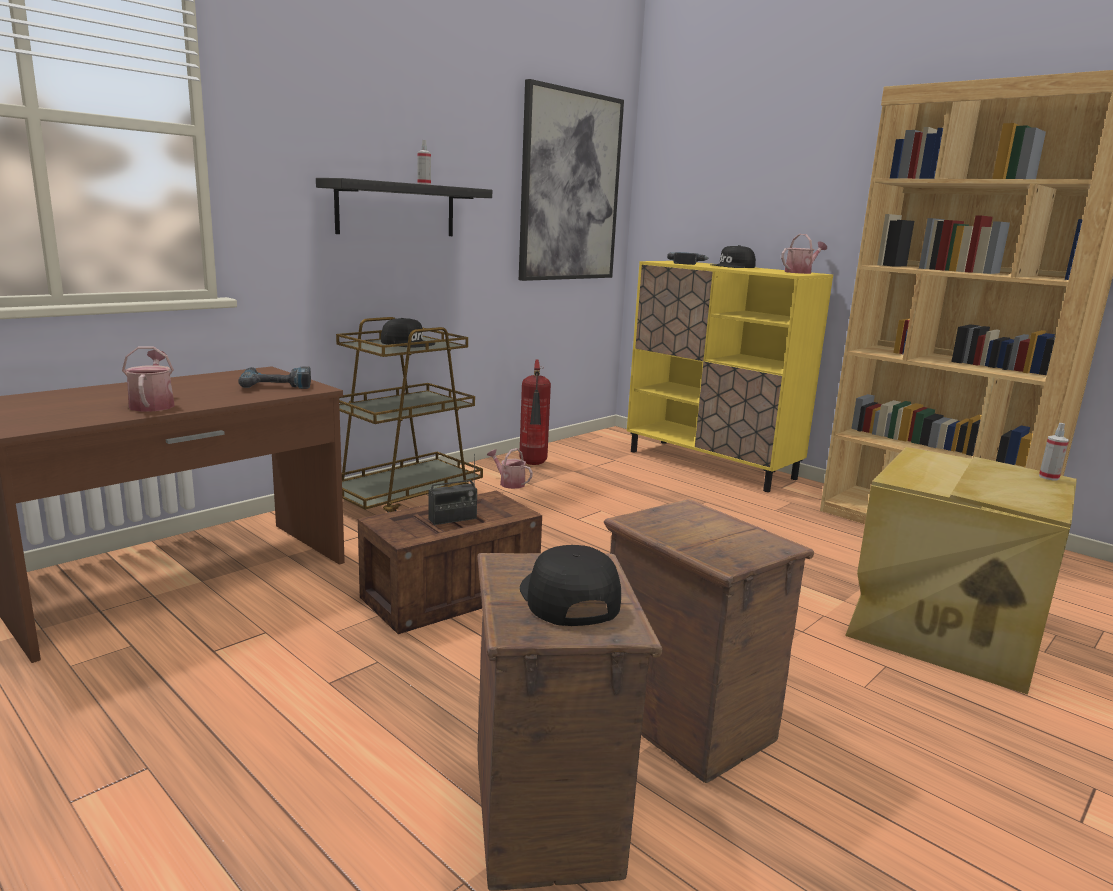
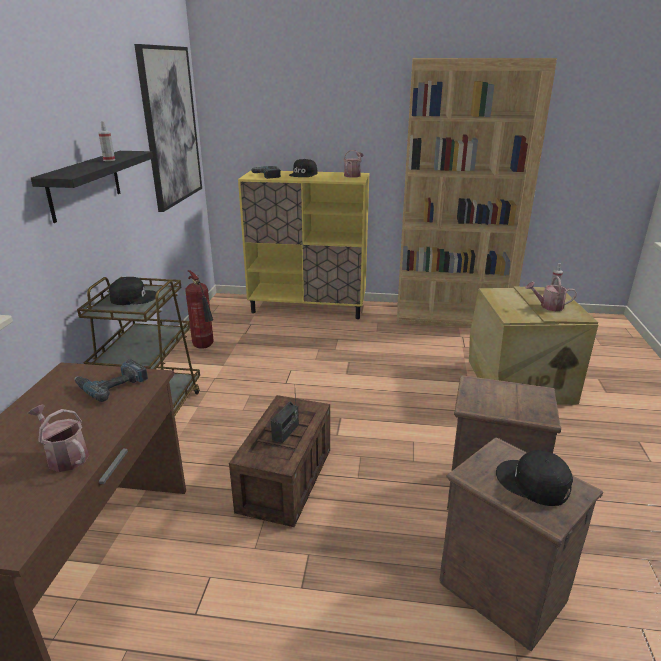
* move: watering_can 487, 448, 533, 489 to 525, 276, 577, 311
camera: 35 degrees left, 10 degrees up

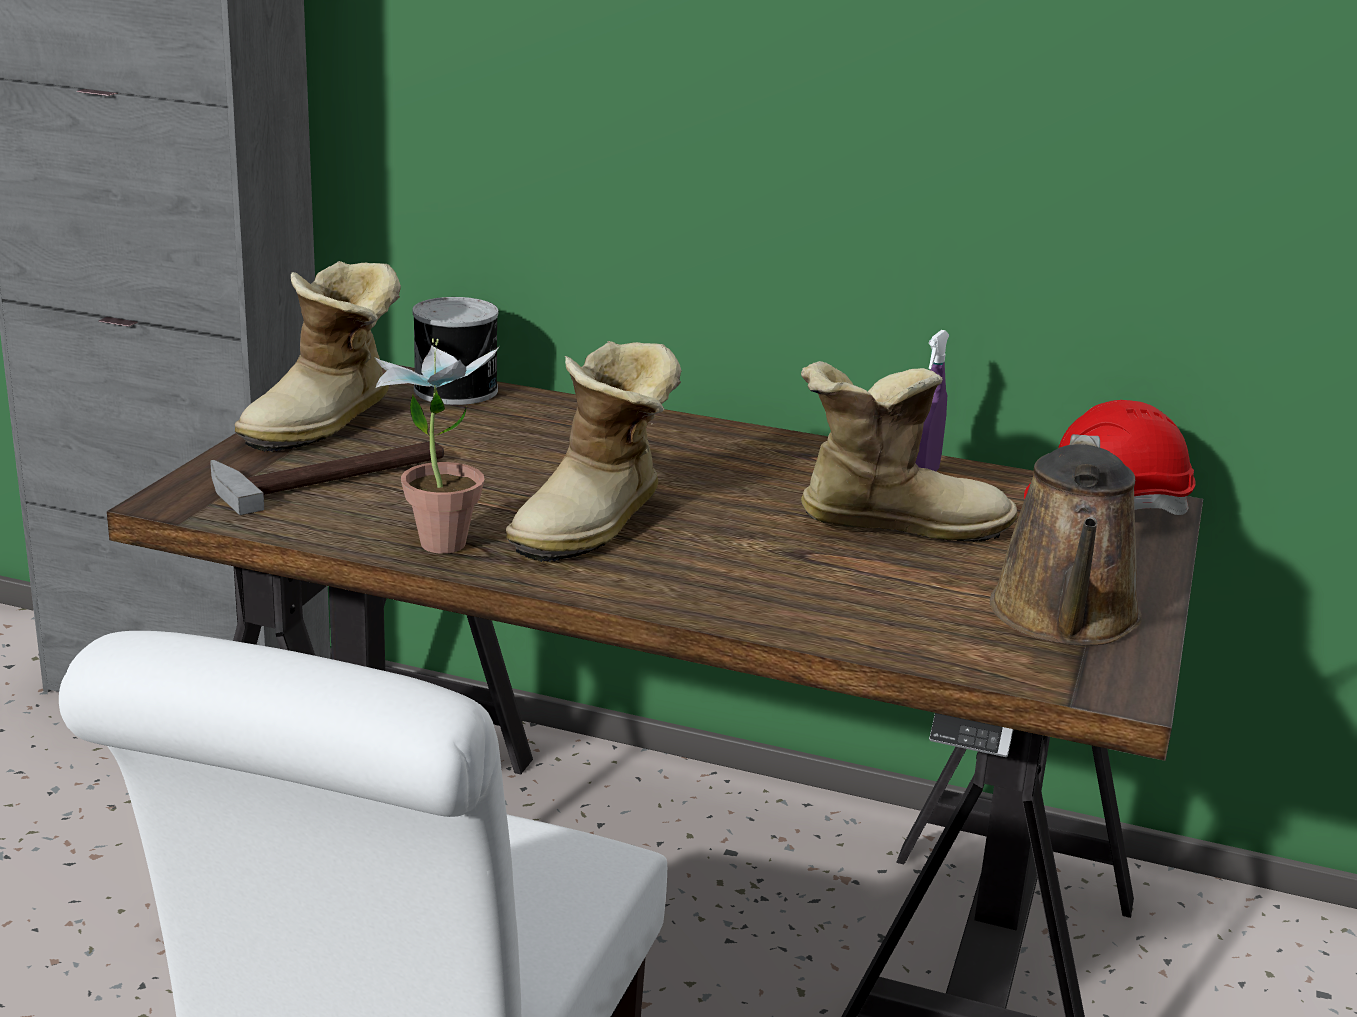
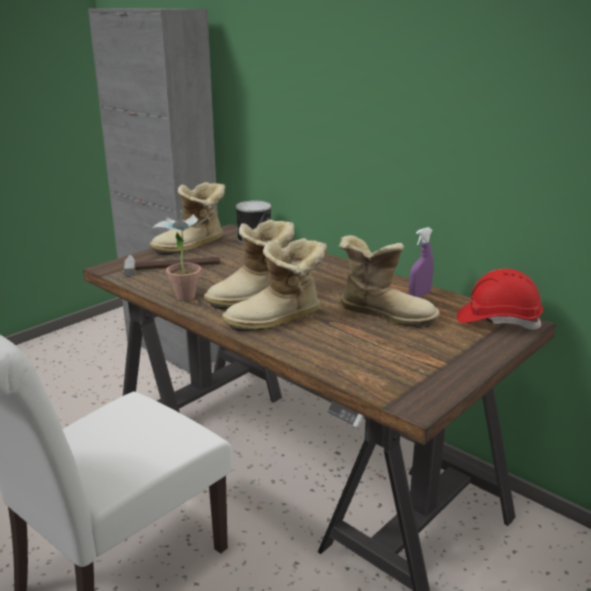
* delete: brown_watering_can 990, 434, 1142, 646
* insert: boot 222, 238, 327, 331
camera: 25 degrees right, 0 degrees up

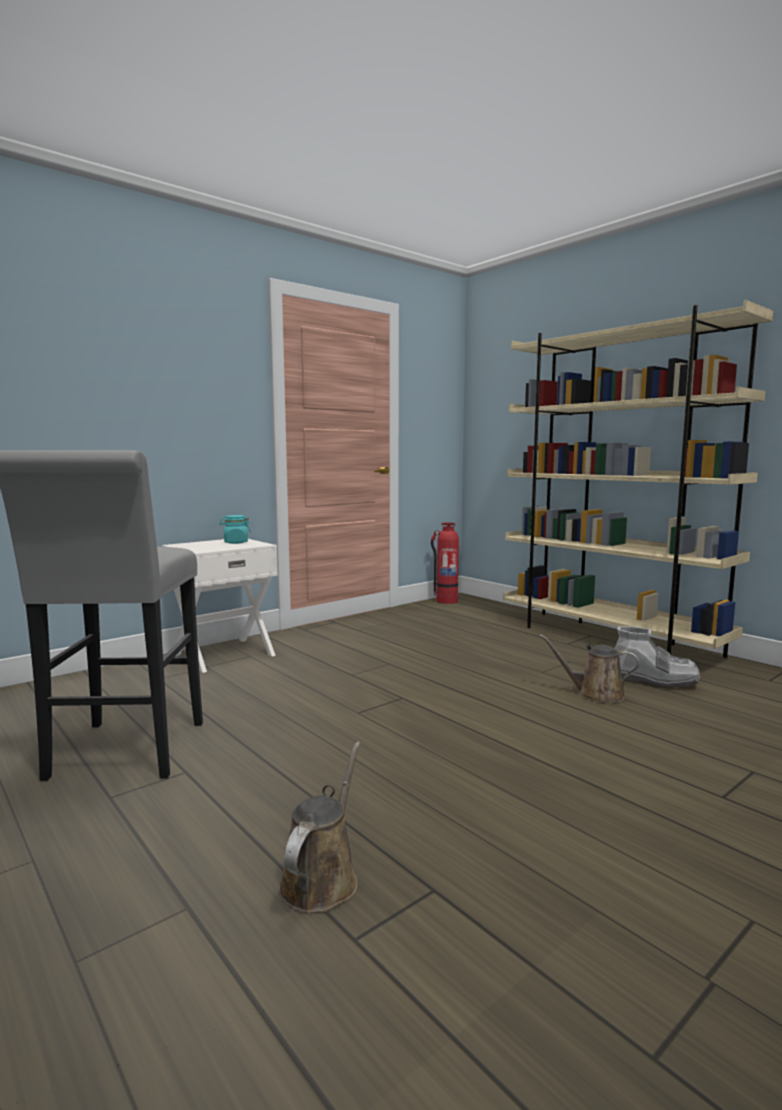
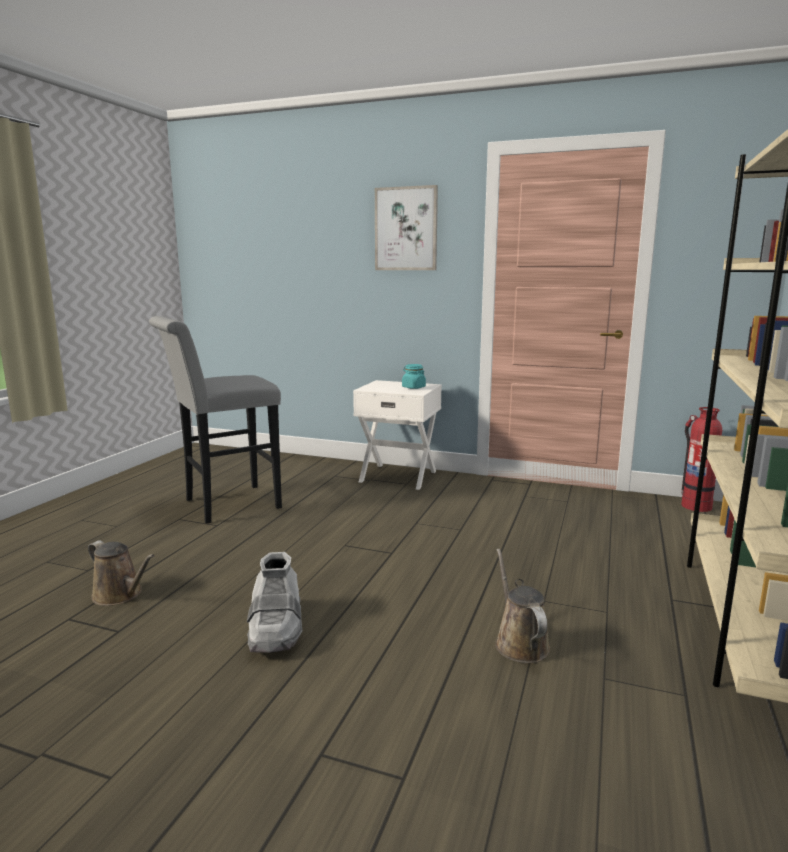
* insert: picture 375, 185, 438, 270
* move: grey_boot 614, 626, 700, 688 to 247, 552, 302, 653
* rotate: brown_watering_can 278, 742, 361, 913 = 88, 541, 155, 606 45 degrees clockwise
camera: 60 degrees right, 5 degrees up

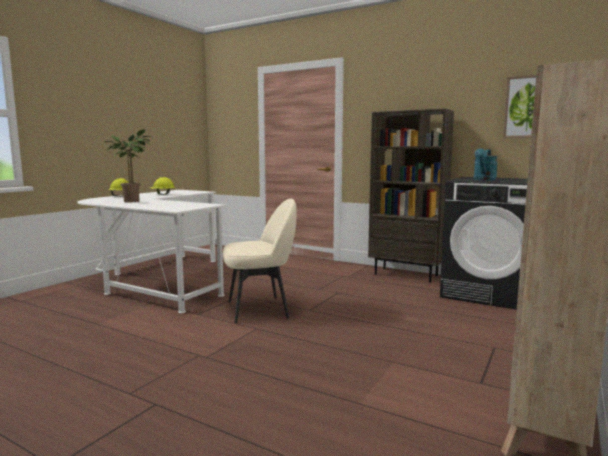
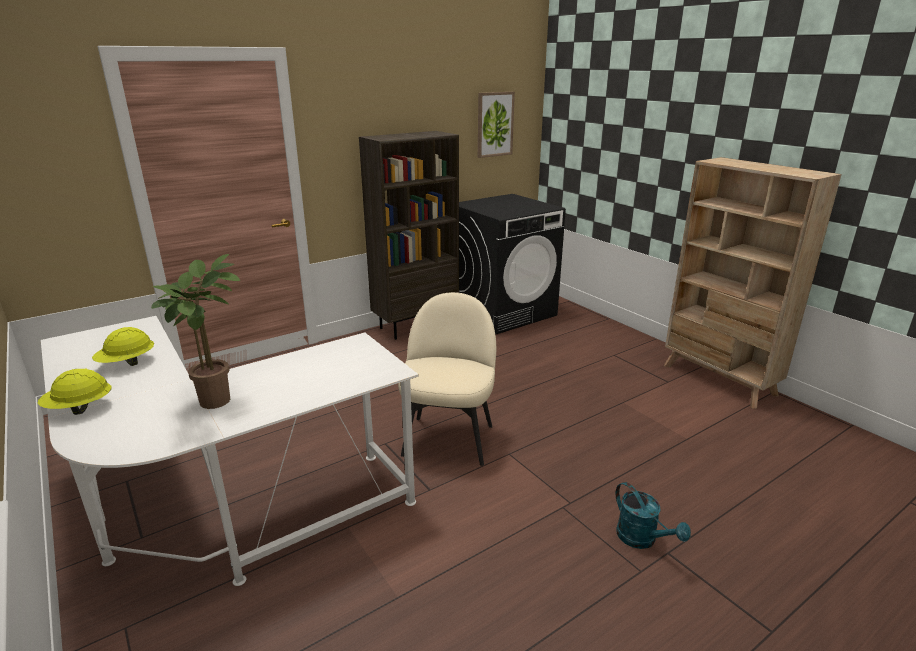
* move: turquoise_watering_can 473, 148, 498, 180 to 615, 482, 691, 549
camera: 65 degrees left, 15 degrees up

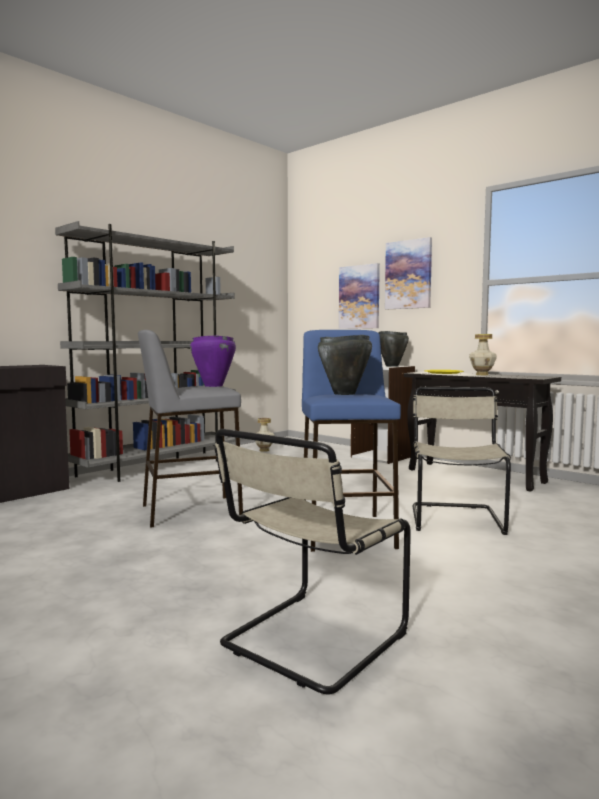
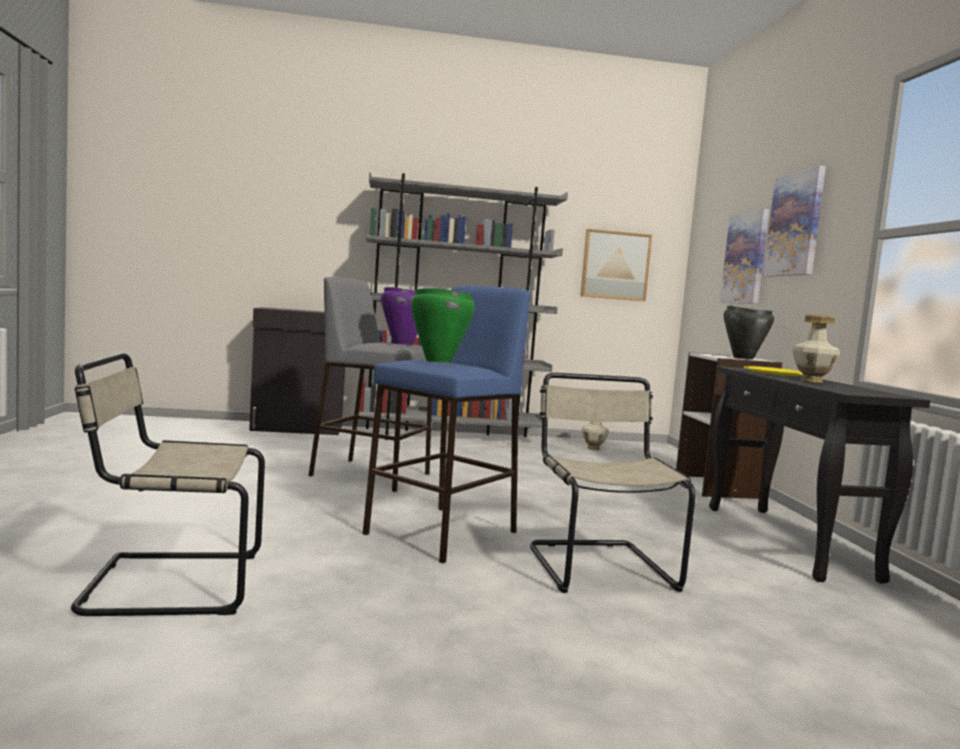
* insert: picture 580, 229, 652, 301
* recolor: black_cooking_pot 318, 335, 372, 395 to green_cooking_pot 410, 288, 475, 363
* rotate: beige_chair 412, 387, 511, 535 = 530, 373, 695, 593 60 degrees counterclockwise
camera: 40 degrees right, 0 degrees up

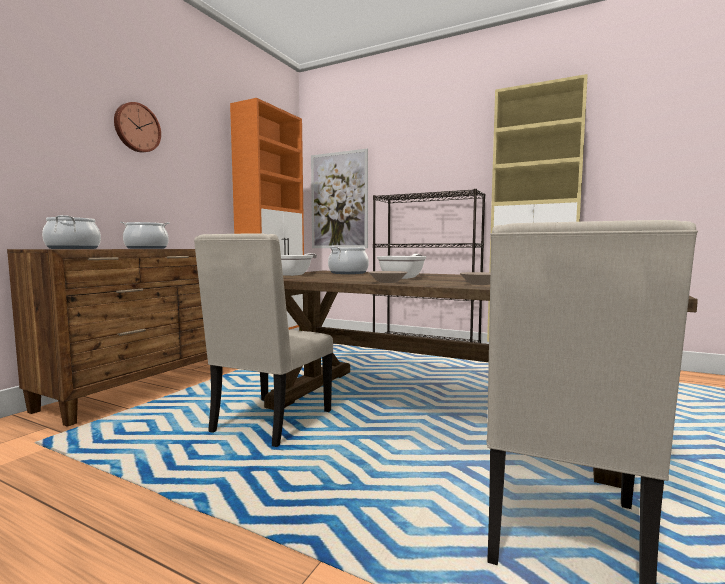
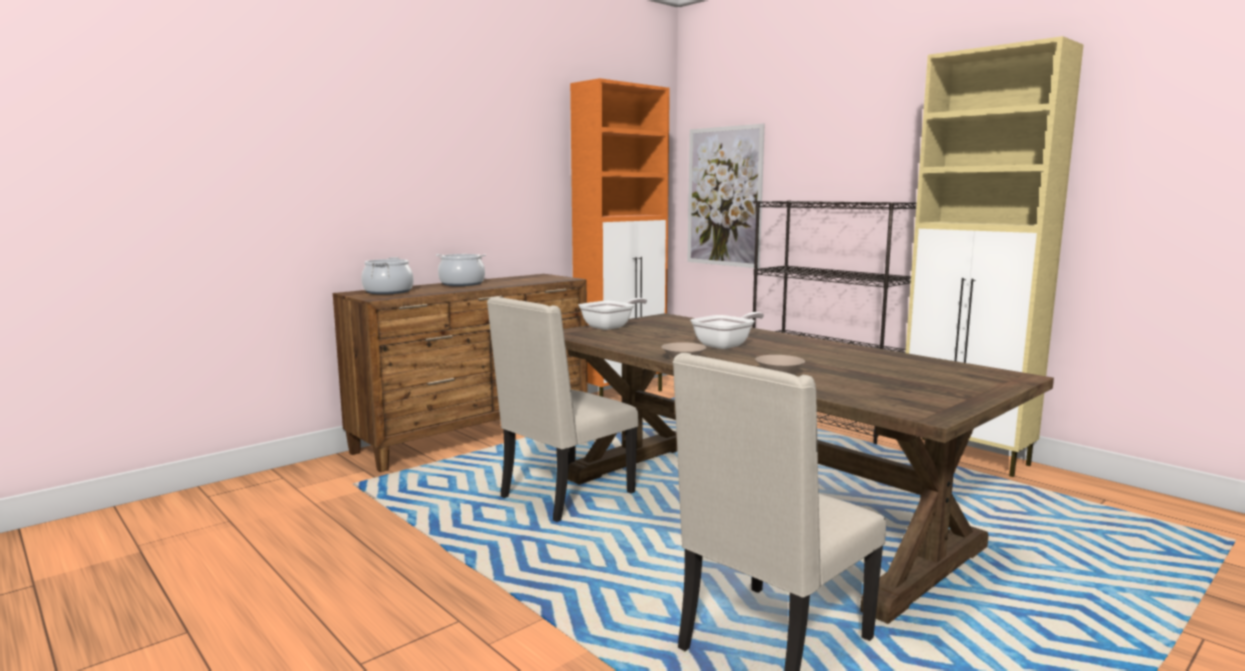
* delete: wall_clock 114, 102, 161, 153
* delete: cooking_pot 328, 247, 369, 274
camera: 20 degrees right, 5 degrees up

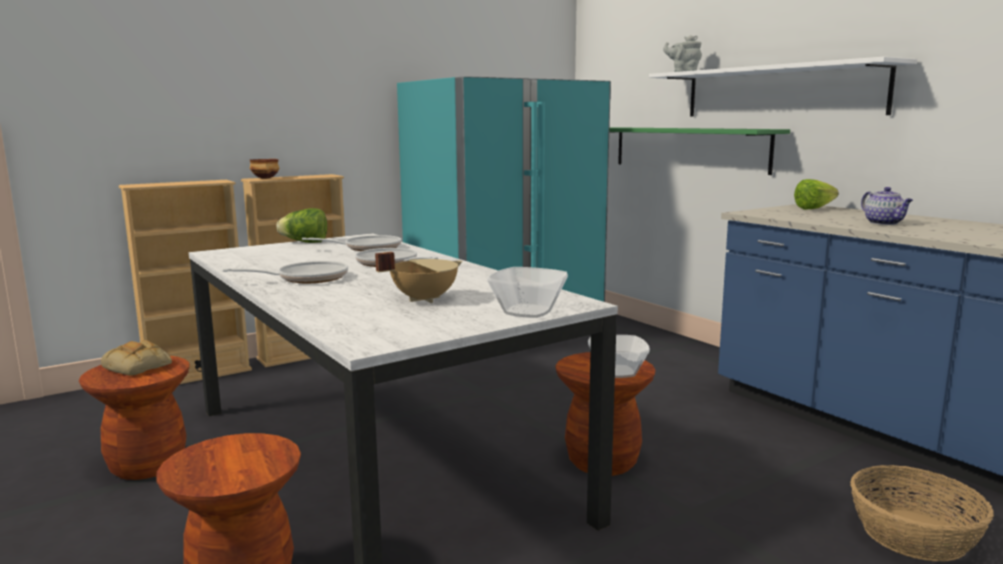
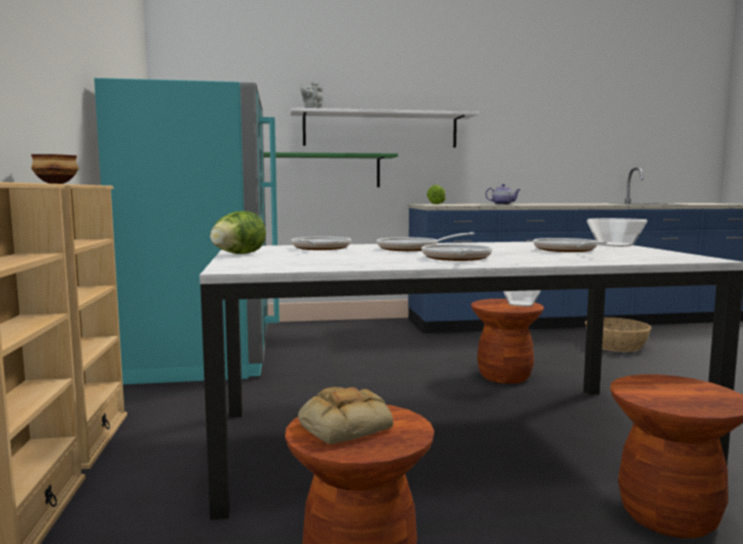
* replace: beige_cooking_pot 375, 252, 462, 303 to frying_pan 533, 238, 607, 252
camera: 65 degrees left, 5 degrees down

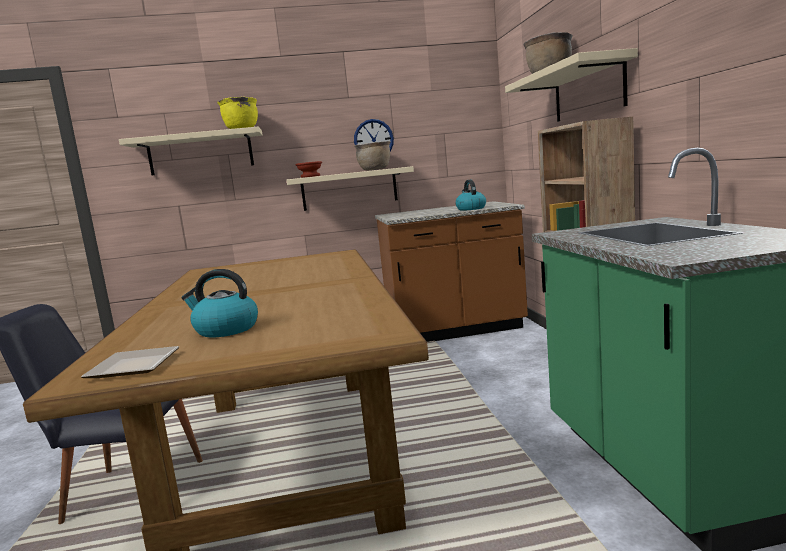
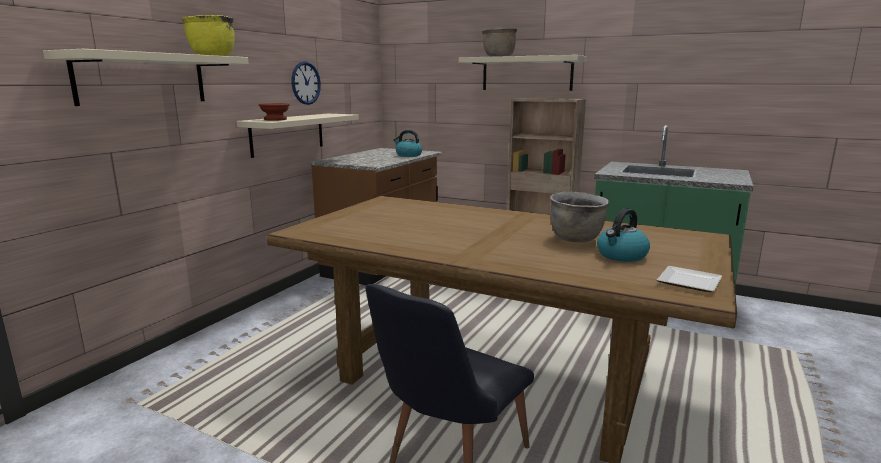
* move: brown_cooking_pot 354, 141, 391, 171 to 550, 192, 610, 242
camera: 55 degrees left, 5 degrees up

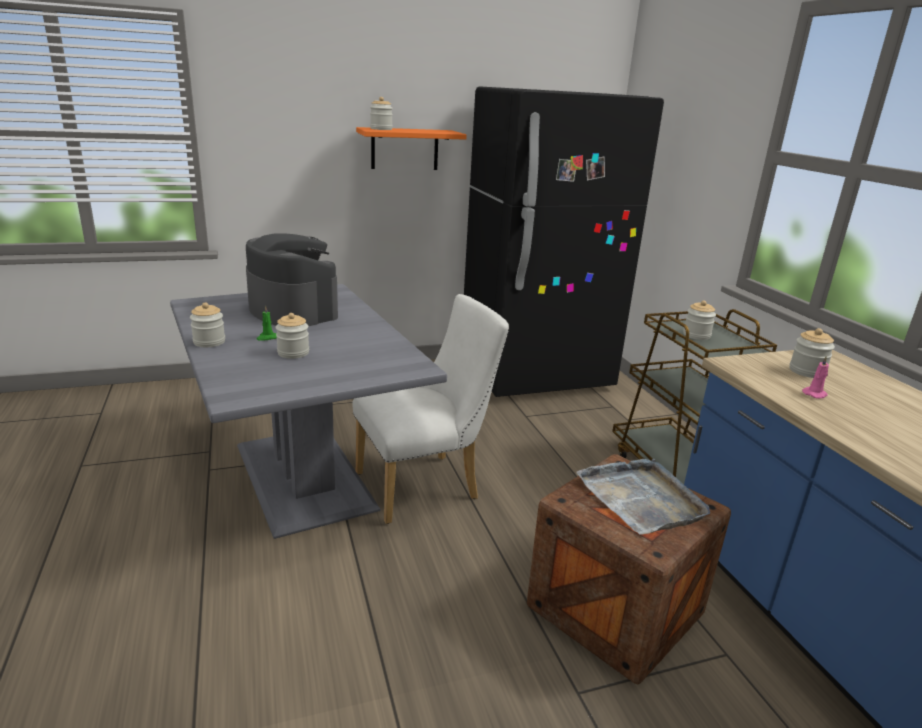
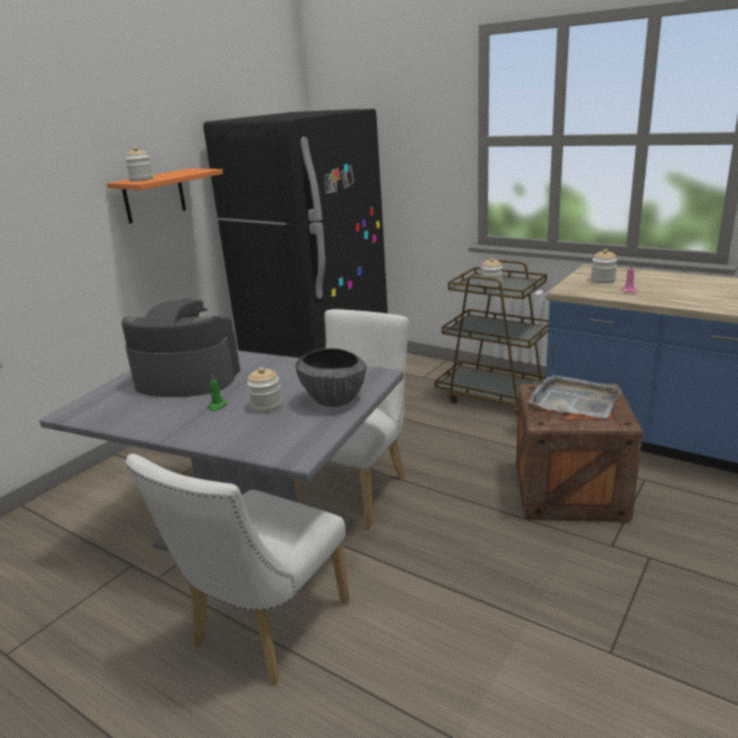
* delete: jar 190, 302, 225, 347
* insert: white_chair 125, 454, 350, 685
* insert: bowl 295, 348, 366, 407
camera: 35 degrees left, 0 degrees up

